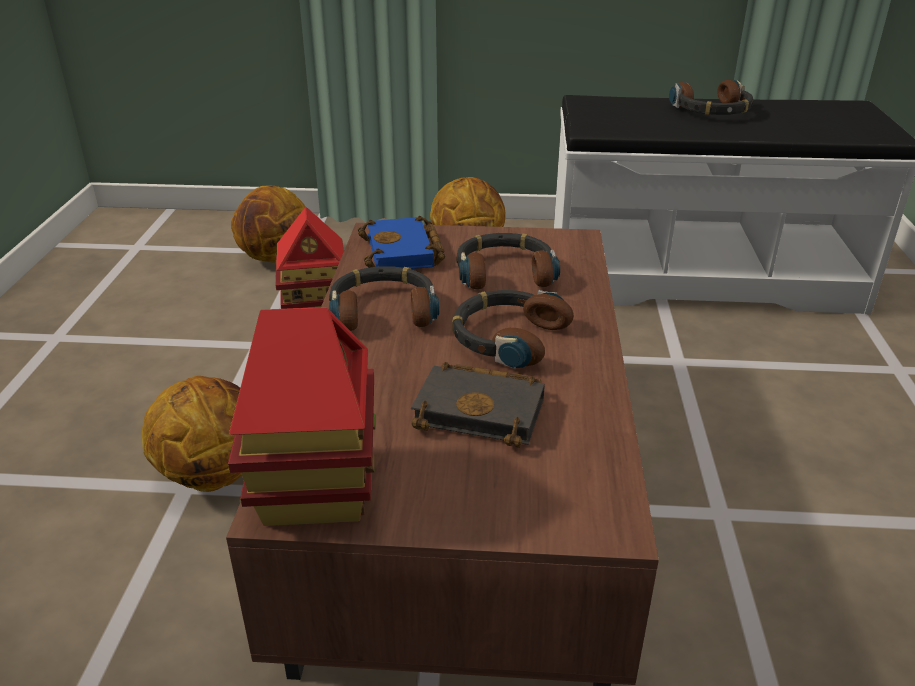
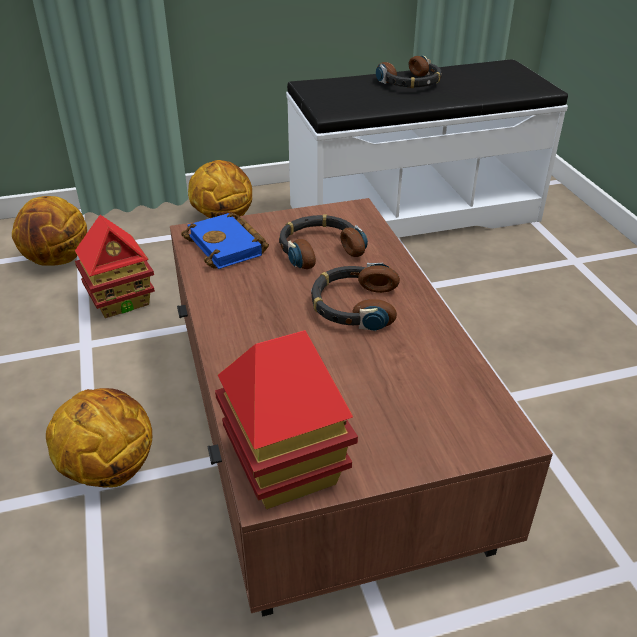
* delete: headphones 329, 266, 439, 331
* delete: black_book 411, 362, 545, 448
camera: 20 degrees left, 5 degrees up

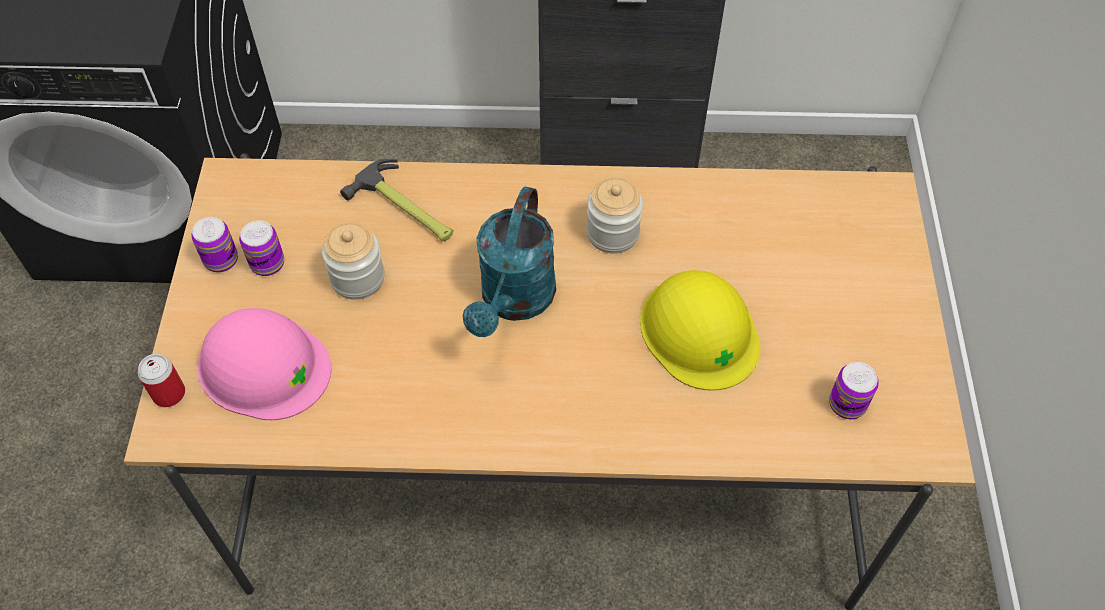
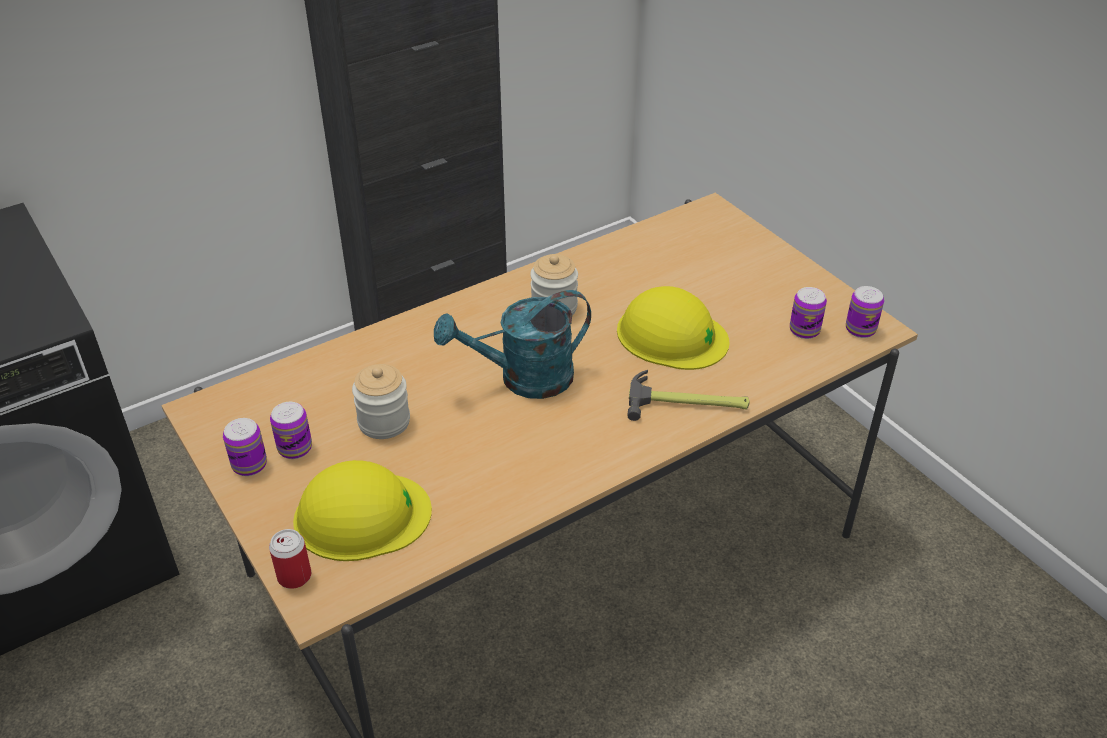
* insert: can 846, 286, 884, 338
* move: hammer 340, 159, 453, 241 to 627, 370, 750, 421
* recolor: pink_hard_hat 197, 308, 331, 420 to yellow_hard_hat 293, 460, 432, 561
* rotate: turquoise_watering_can 463, 186, 556, 337 = 434, 290, 591, 399 90 degrees clockwise
camera: 35 degrees left, 15 degrees down

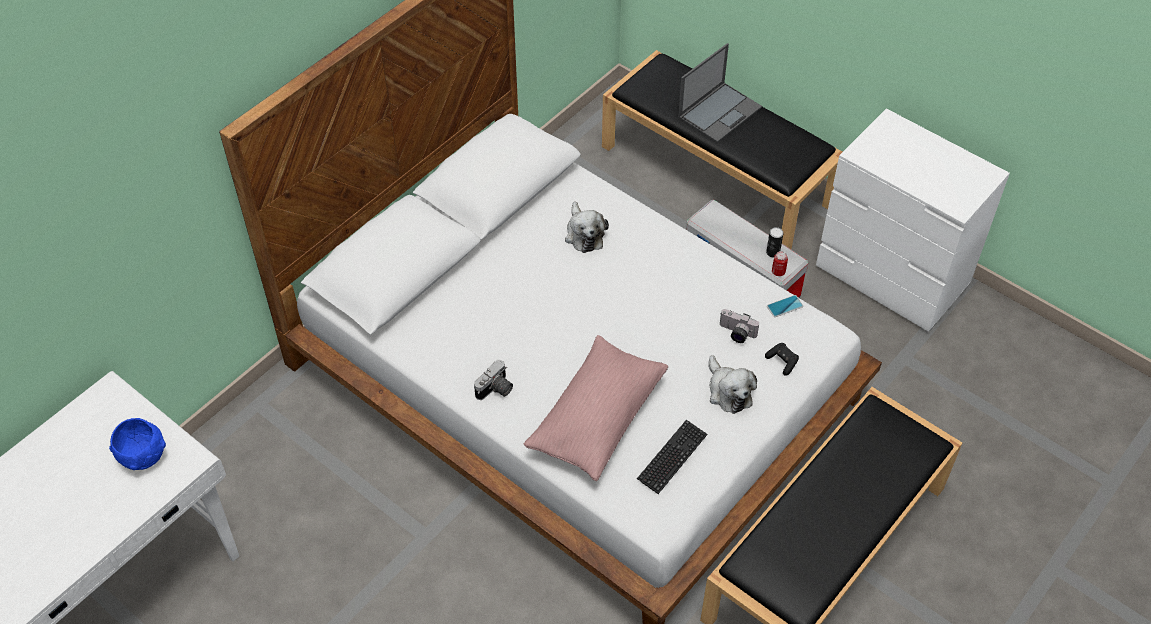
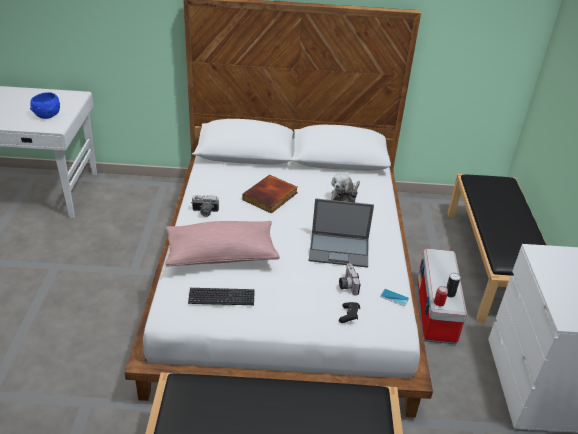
* delete: plush_toy 709, 355, 757, 414
* insert: book 242, 175, 298, 214
* move: laptop 678, 43, 762, 143 to 309, 198, 374, 268
camera: 50 degrees right, 15 degrees down

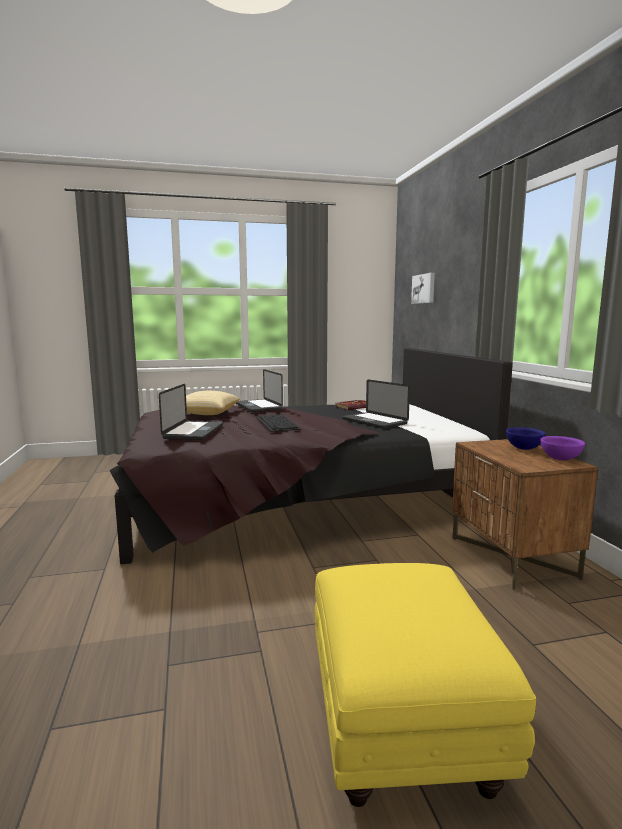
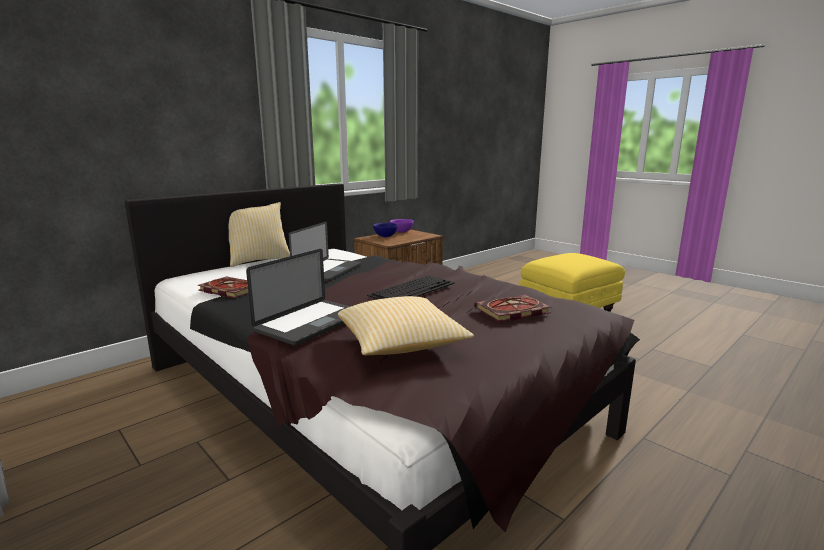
* delete: picture 411, 273, 435, 304
* insert: pillow 229, 202, 290, 267
* replace: laptop 159, 384, 223, 440 to book 474, 295, 551, 322
camera: 120 degrees left, 5 degrees up

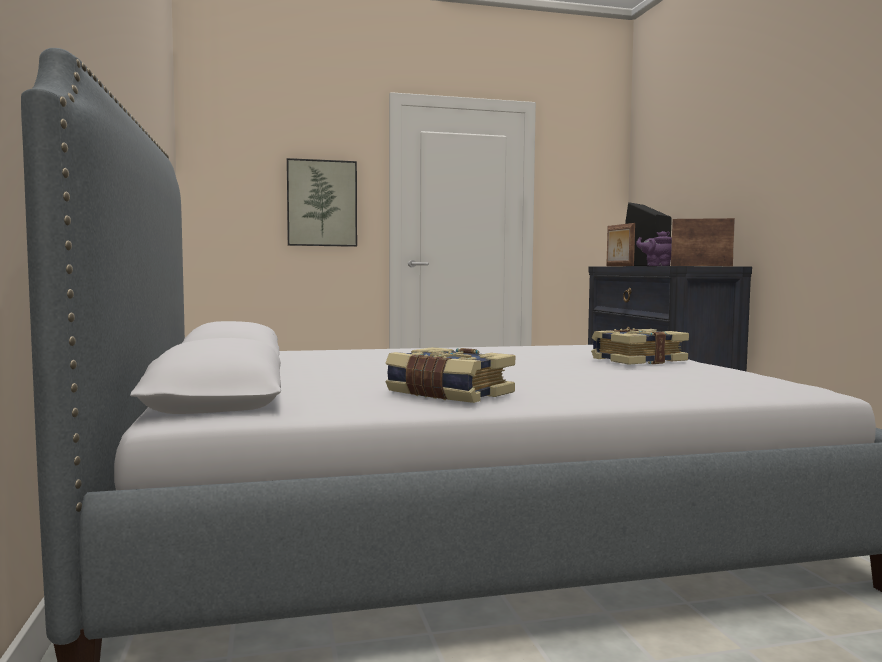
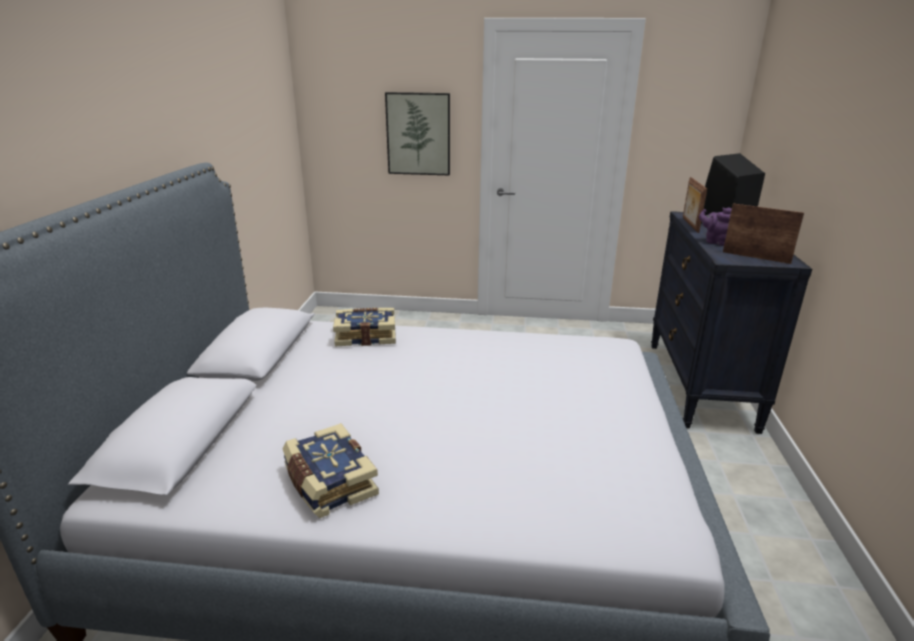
* move: book 591, 328, 689, 365 to 333, 308, 396, 346
camera: 20 degrees right, 20 degrees up

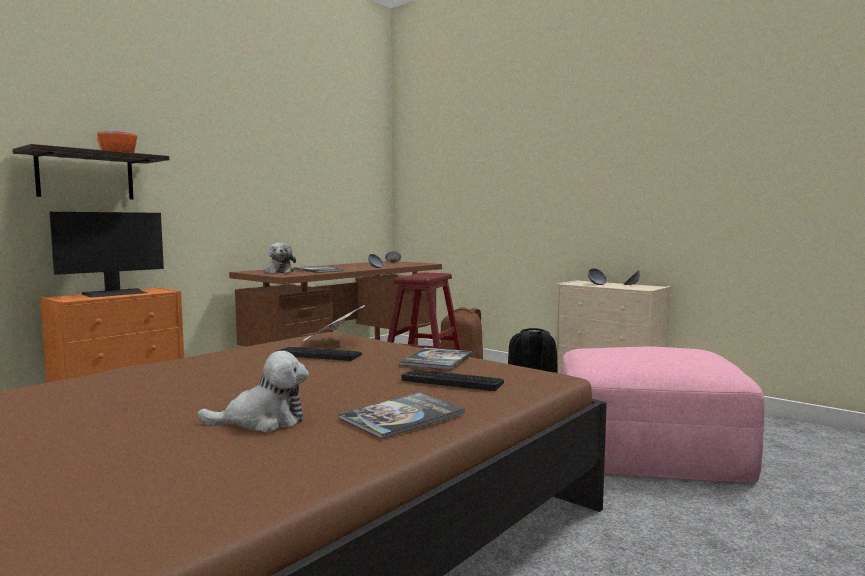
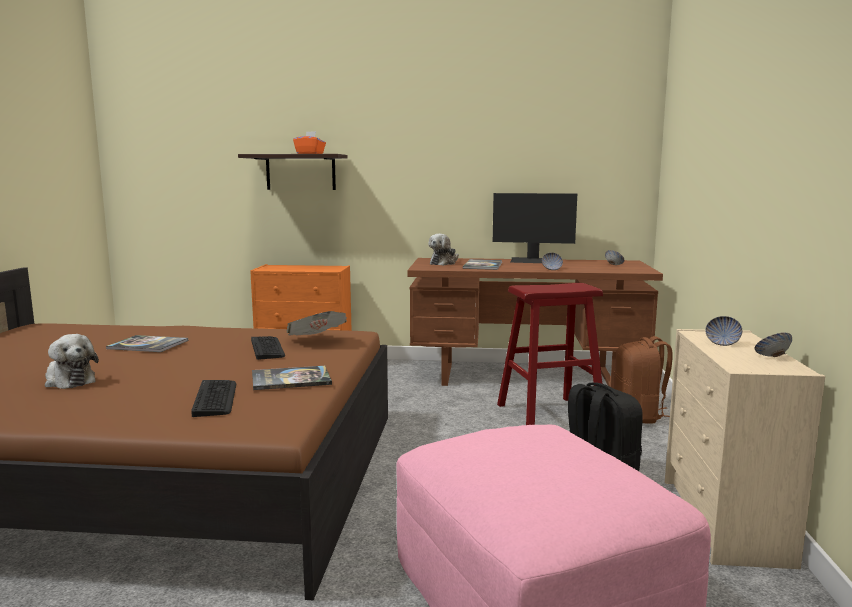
* move: monitor 49, 212, 164, 298 to 493, 193, 577, 263
* move: book 339, 392, 466, 440 to 106, 335, 188, 352
camera: 55 degrees right, 5 degrees up

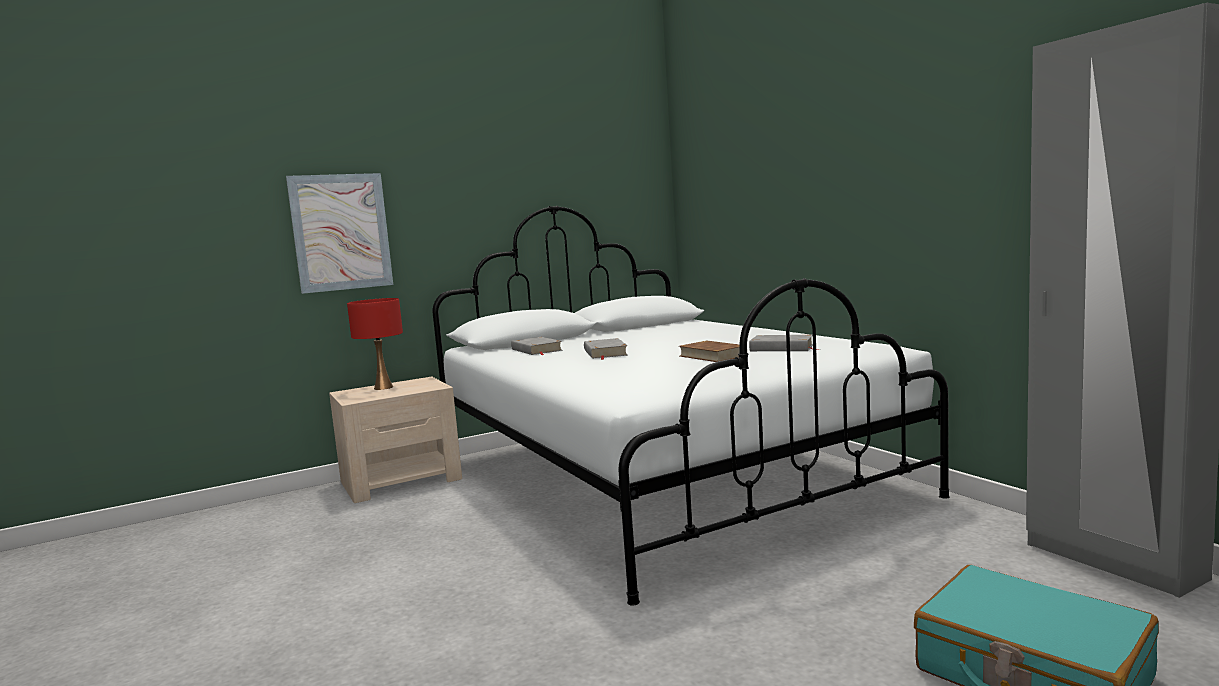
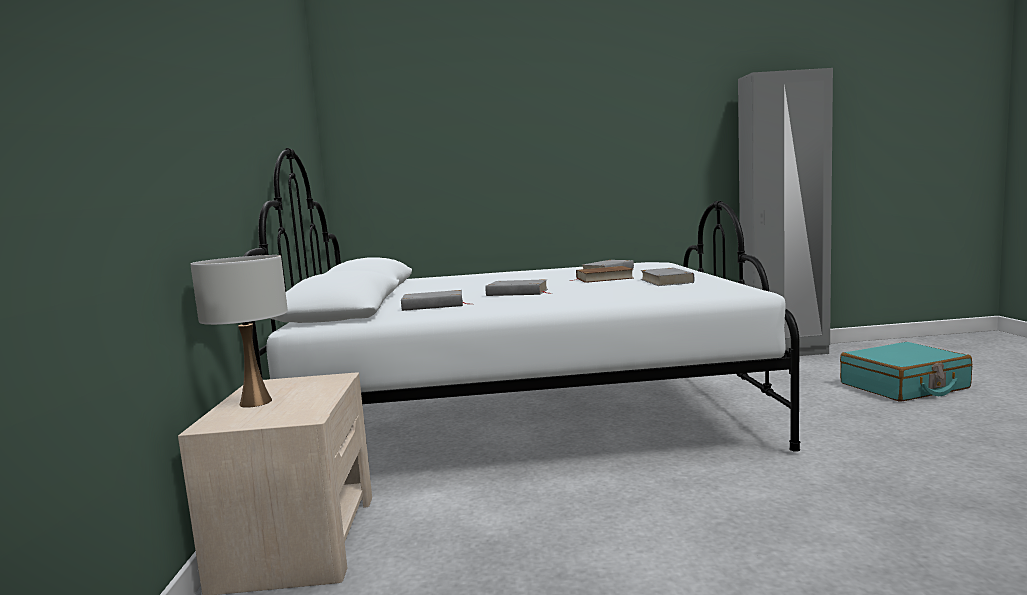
* delete: picture 286, 173, 393, 294
* insert: grey_book 640, 267, 694, 286
* recolor: red_table_lamp 347, 298, 403, 390 to white_table_lamp 190, 255, 288, 408
camera: 65 degrees left, 0 degrees up

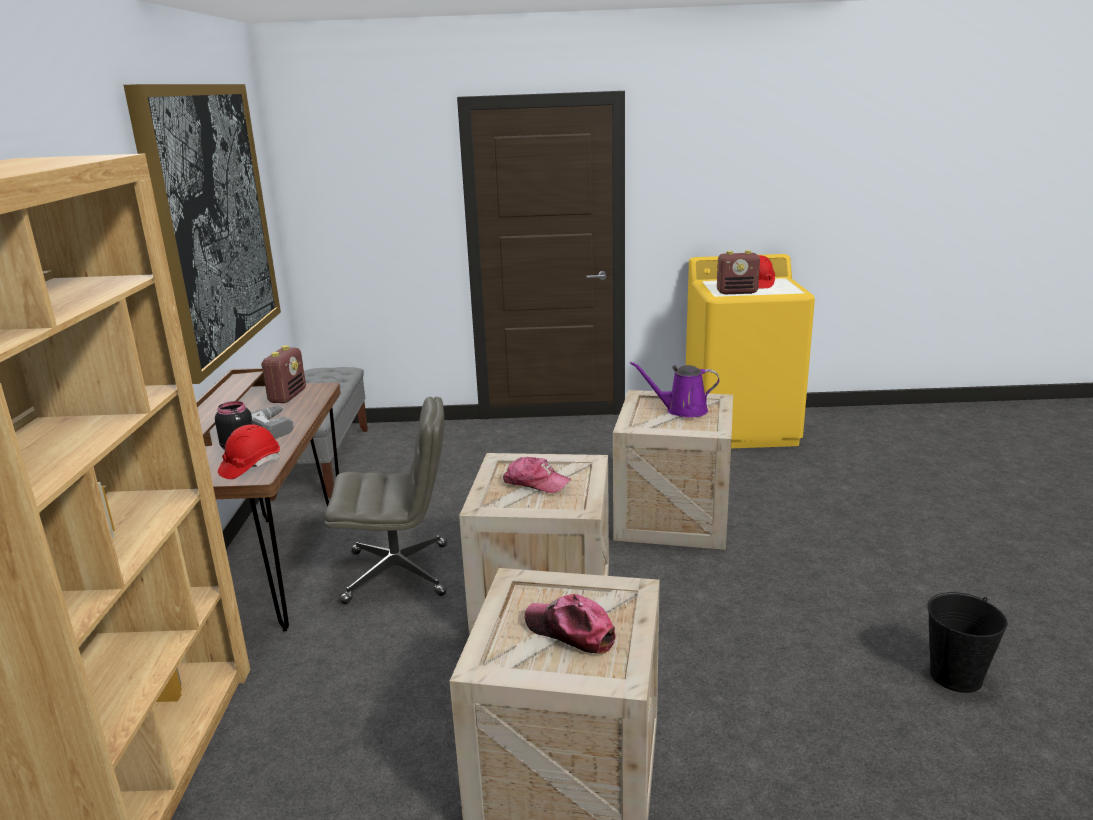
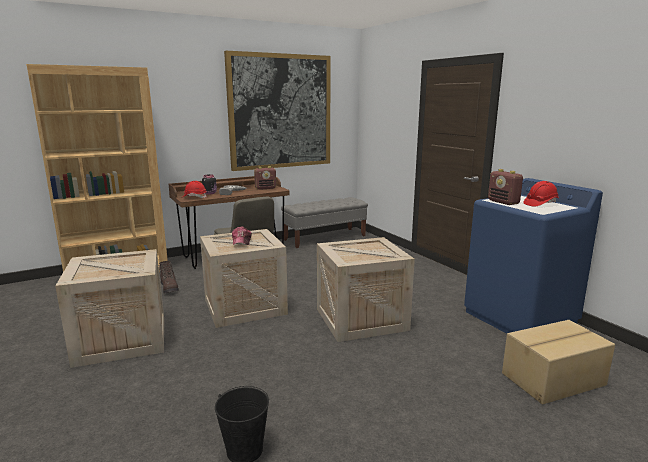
* delete: cap 525, 594, 616, 654
* delete: purple_watering_can 630, 361, 719, 418
* insert: brown_boot 159, 261, 179, 294
* insert: cardboard_box 502, 320, 615, 404
* recolor: yellow_washing_machine 686, 254, 815, 448 to blue_washing_machine 464, 178, 603, 334
camera: 60 degrees right, 5 degrees down

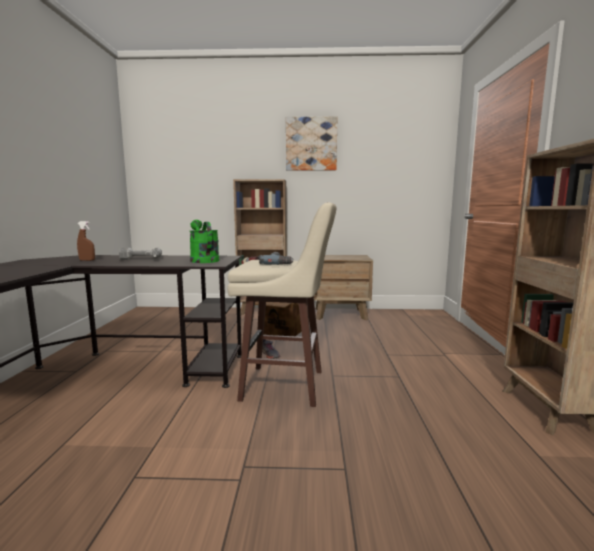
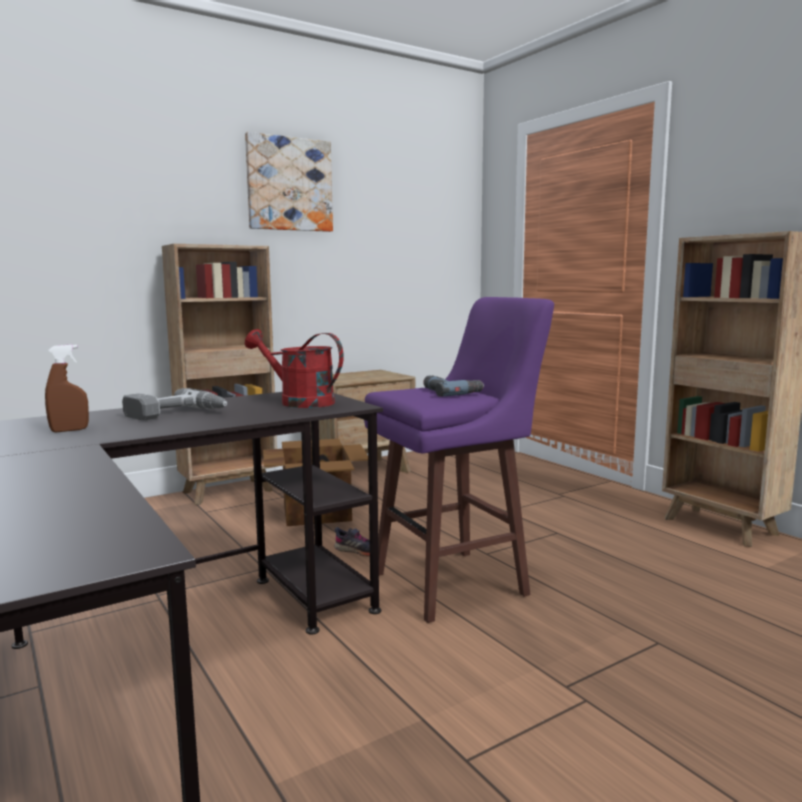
* recolor: green_watering_can 190, 220, 219, 263 to red_watering_can 245, 329, 344, 408
* recolor: beige_stool 227, 202, 336, 407 to purple_stool 364, 297, 554, 623
camera: 35 degrees left, 0 degrees up

